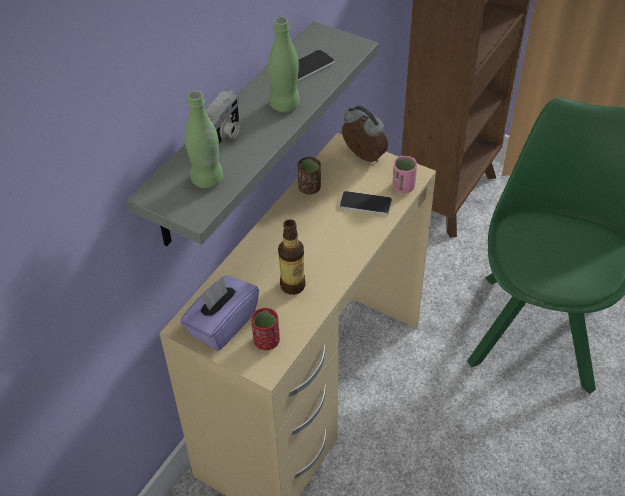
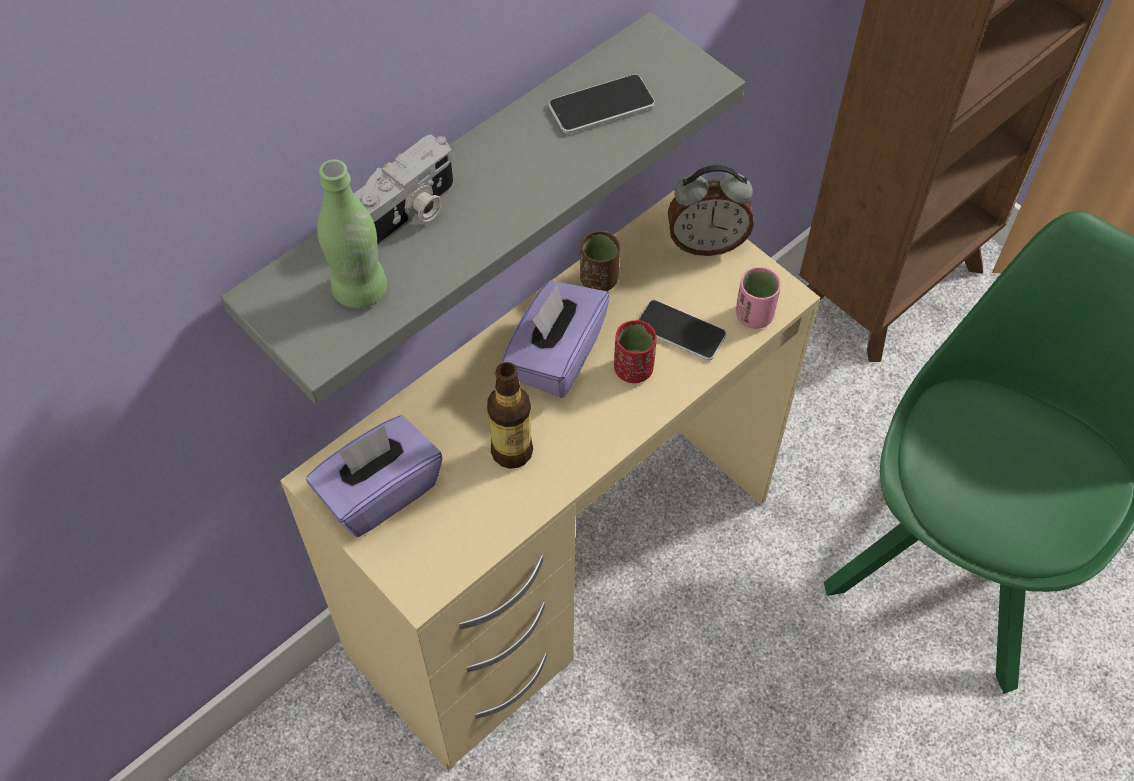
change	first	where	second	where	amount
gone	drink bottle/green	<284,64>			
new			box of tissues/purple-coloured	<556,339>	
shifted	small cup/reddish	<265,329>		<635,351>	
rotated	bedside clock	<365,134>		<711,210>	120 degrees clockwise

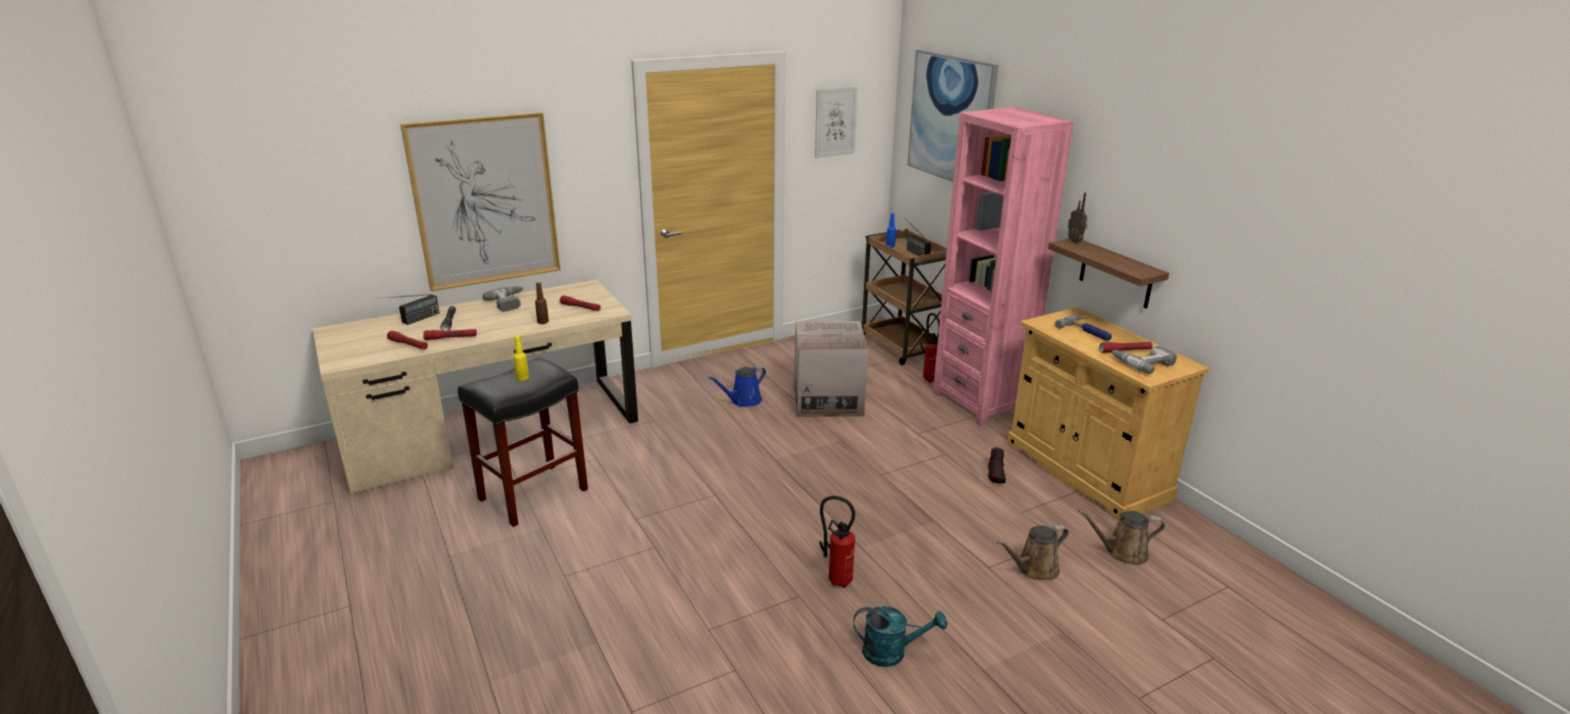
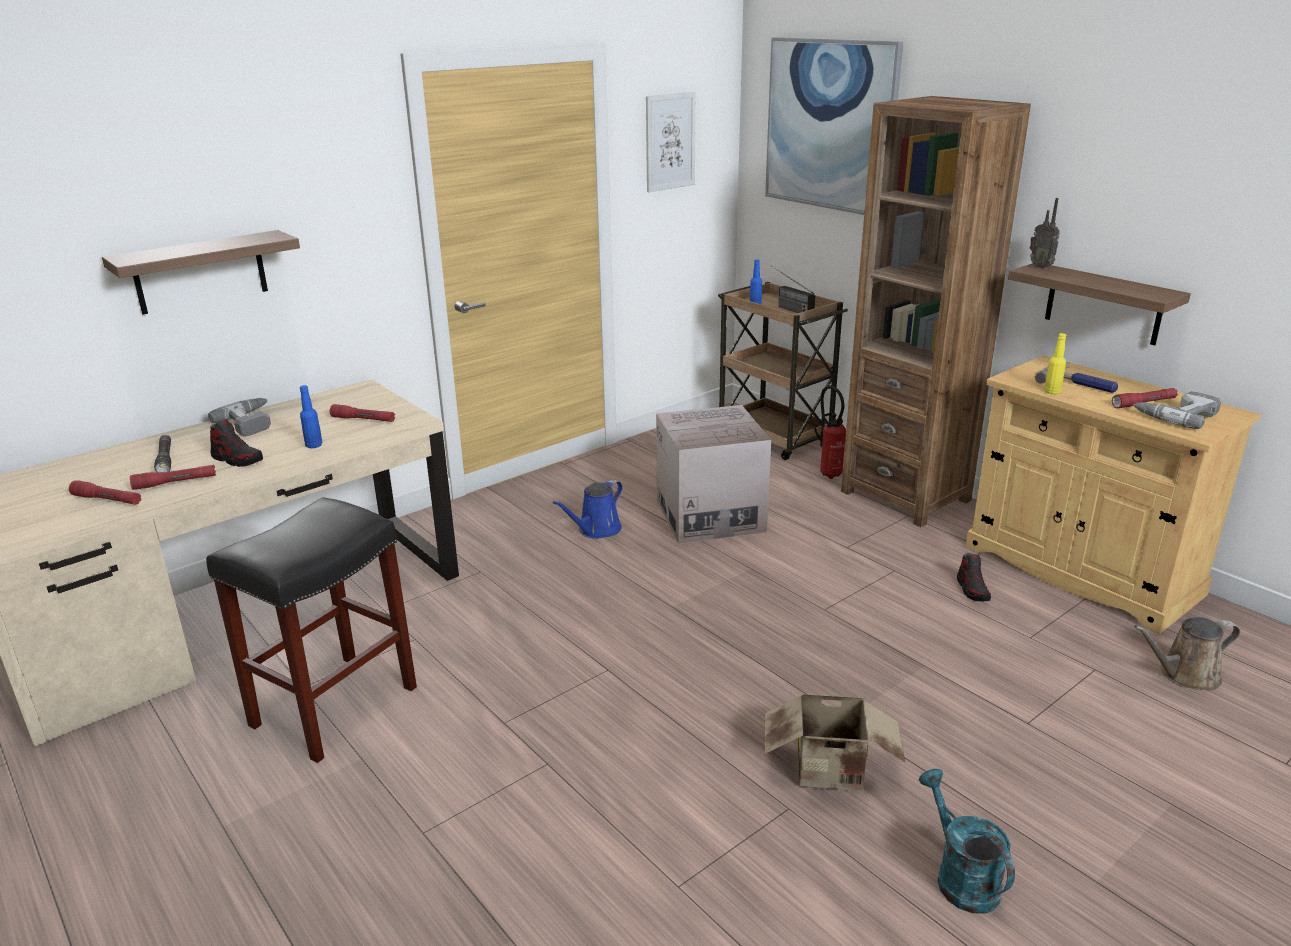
change	first	where	second	where	amount
gone	radio set	<412,309>			
gone	watering pot/brown	<1032,552>			
new			shoe	<236,443>	
shifted	drink bottle/yellow-coloured	<521,358>		<1055,363>	
swapped	wall picture	<480,201>	shelf	<201,272>	
swapped	fire extinguisher	<837,542>	packing box	<835,742>	
repainted	drink bottle/brown	<542,303>	drink bottle/blue	<311,416>	
repainted	bookshelf/pinkish	<1003,266>	bookshelf/brown	<936,311>	
rotated	watering pot/turquoise	<900,636>		<967,841>	105 degrees counterclockwise

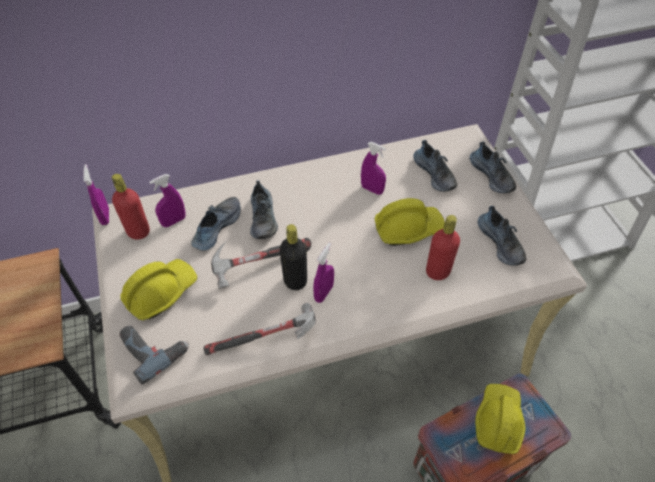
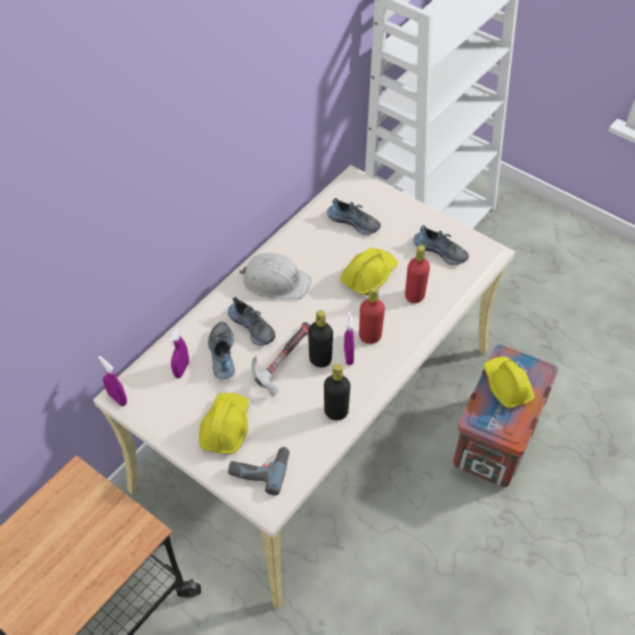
change	first	where	second	where	amount
gone	spray bottle/purple-coloured	<373,168>			
gone	shoe	<493,167>			
new			safety helmet/white	<275,276>	
shifted	drink bottle/reddish	<131,207>		<372,315>	
swapped	hand hammer	<259,329>	drink bottle/black-coloured	<337,392>	

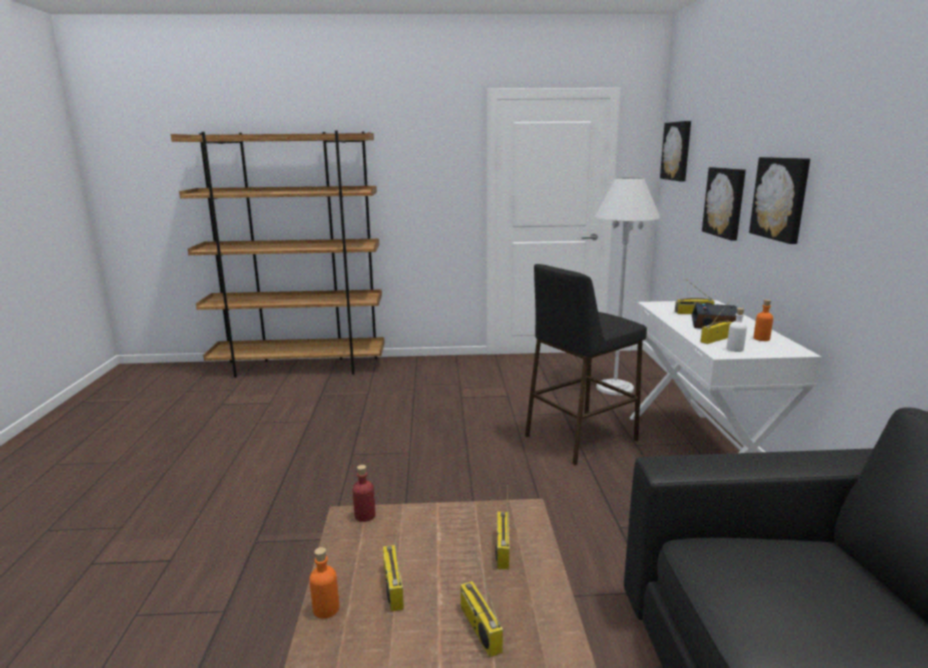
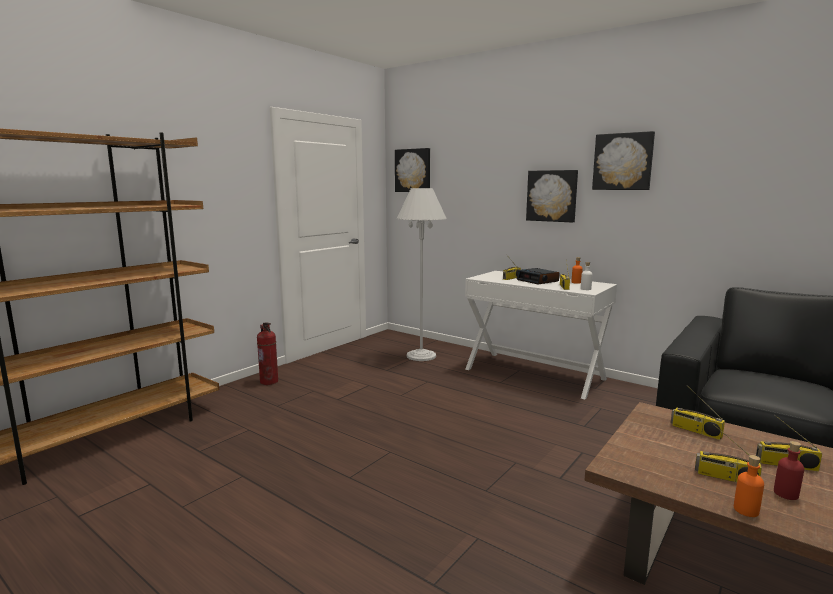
change	first	where	second	where	amount
gone	sitting stool/black-coloured	<586,364>			
new			fire extinguisher	<267,353>	
shifted	drink bottle/reddish	<364,493>		<789,470>	
shifted	wall picture	<724,203>		<623,160>	

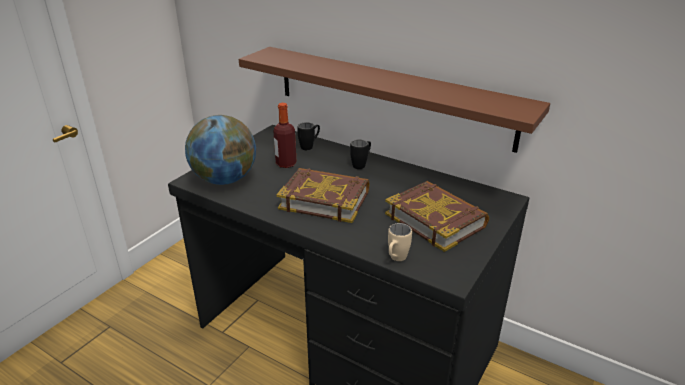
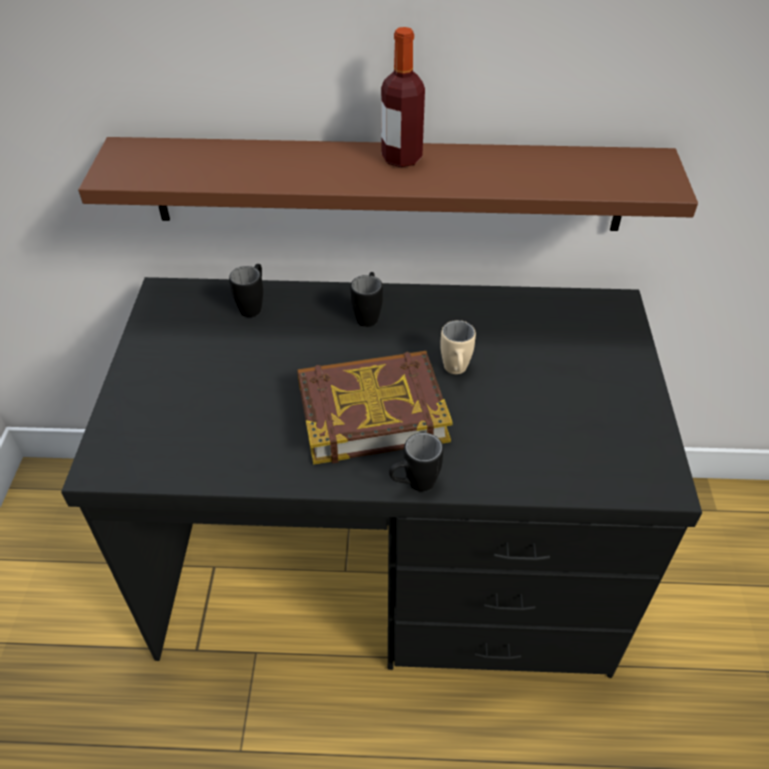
change	first	where	second	where	amount
gone	world globe	<220,150>			
gone	book	<437,216>			
new			mug/black-coloured	<416,462>	
shifted	drink bottle	<285,135>		<403,97>	
shifted	mug/sand-coloured	<400,242>		<458,347>	

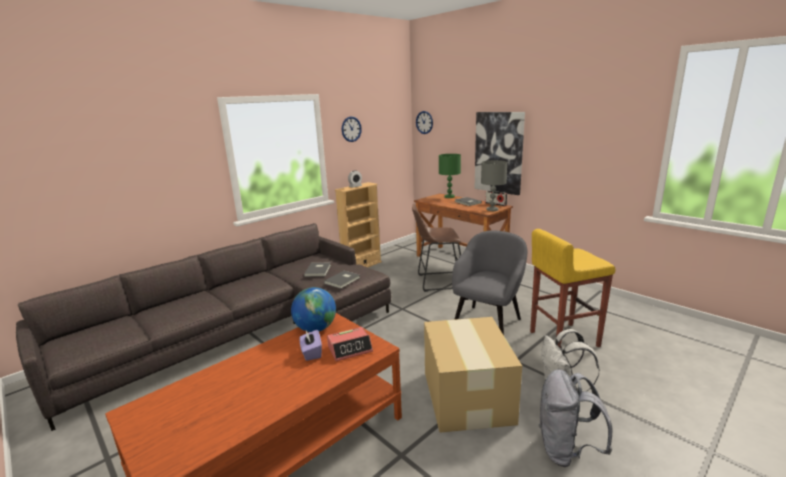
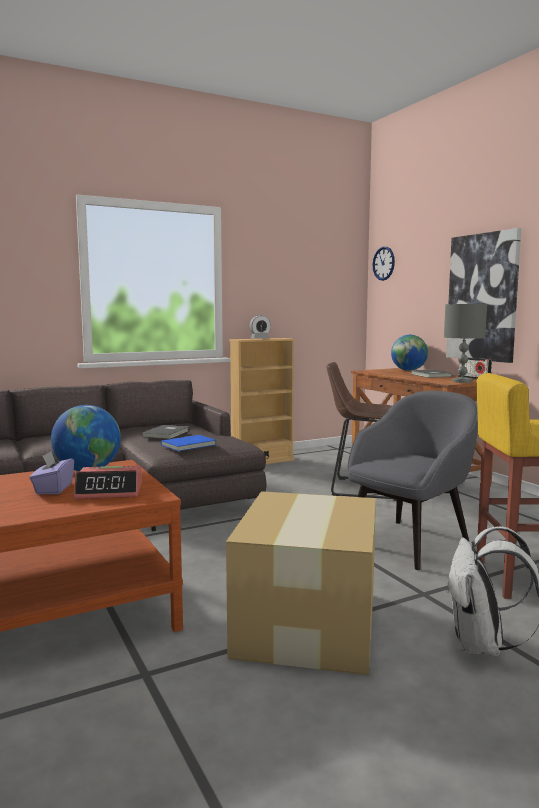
change	first	where	second	where	amount
gone	hanging clock	<352,129>			
gone	backpack/greyish	<575,418>			
swapped	lamp for a table/green	<450,176>	world globe	<409,353>	
repainted	book/greyish	<342,280>	book/blue	<189,443>	

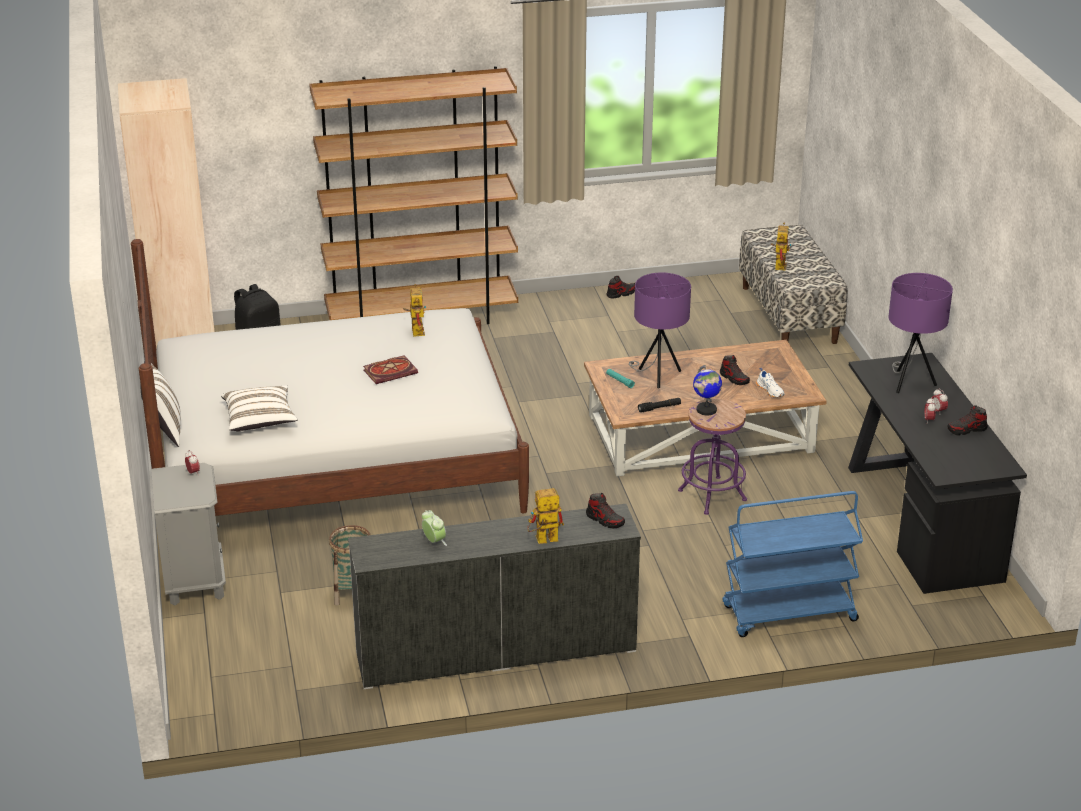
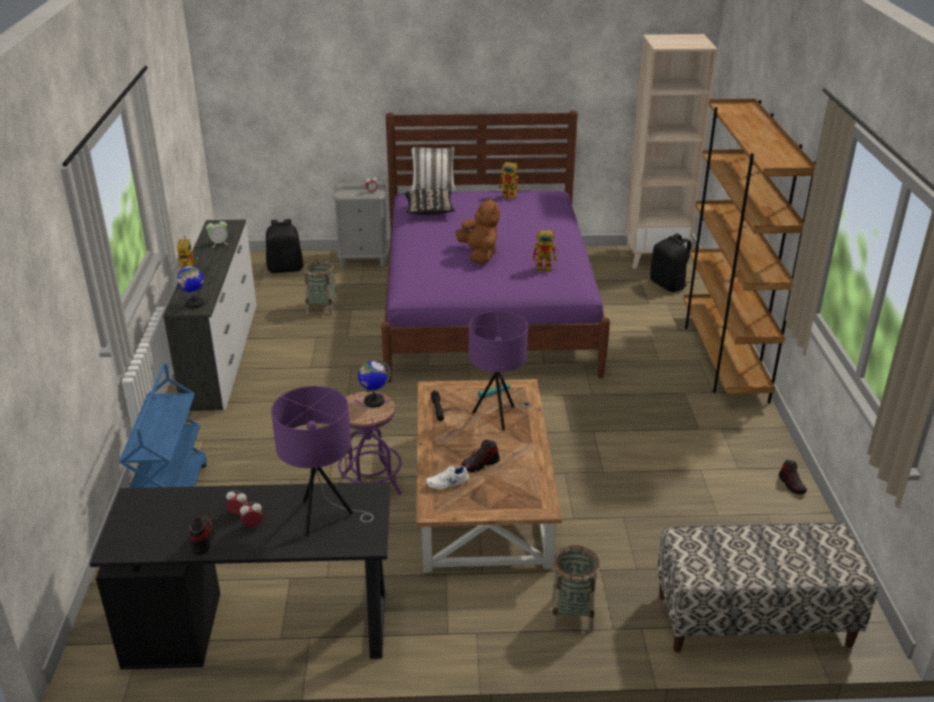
change	first	where	second	where	amount
new			backpack/black-coloured	<284,246>	
new			household basket	<575,588>	
shifted	toy robot	<781,247>		<511,181>	
swapped	book	<390,369>	soft toy/brown	<478,230>	
swapped	shoe	<605,510>	world globe	<190,285>	
repainted	bedroom bed/white	<330,377>	bedroom bed/purple-coloured	<495,246>	
repainted	throw pillow/white	<259,408>	throw pillow/black-coloured	<430,201>	

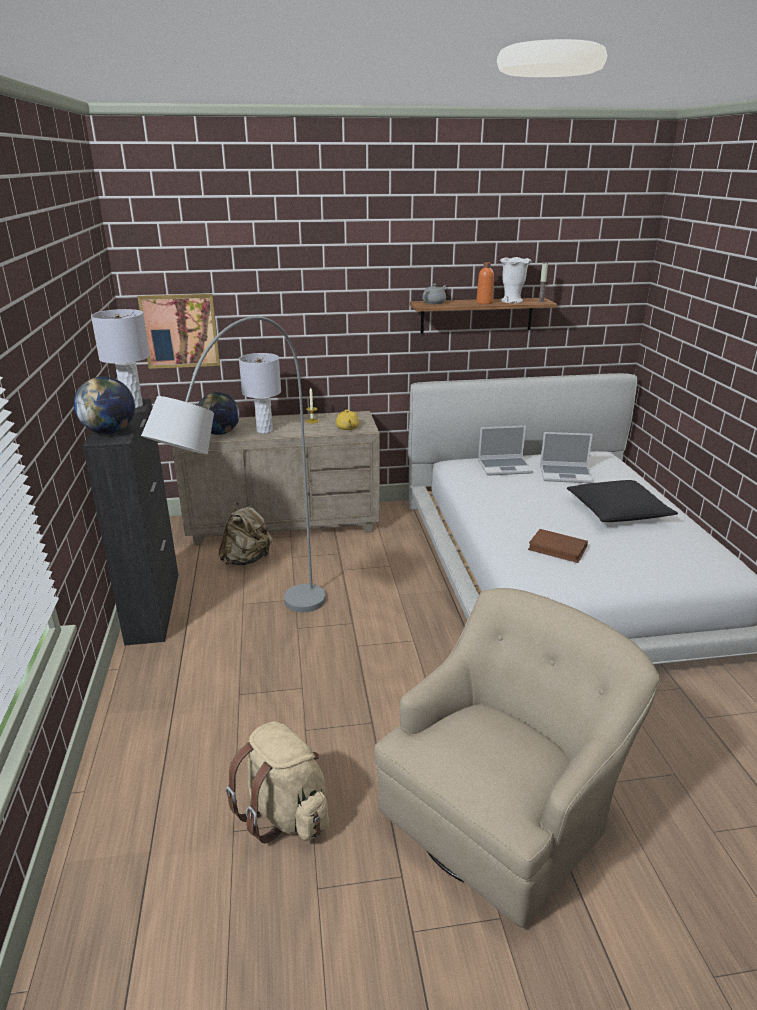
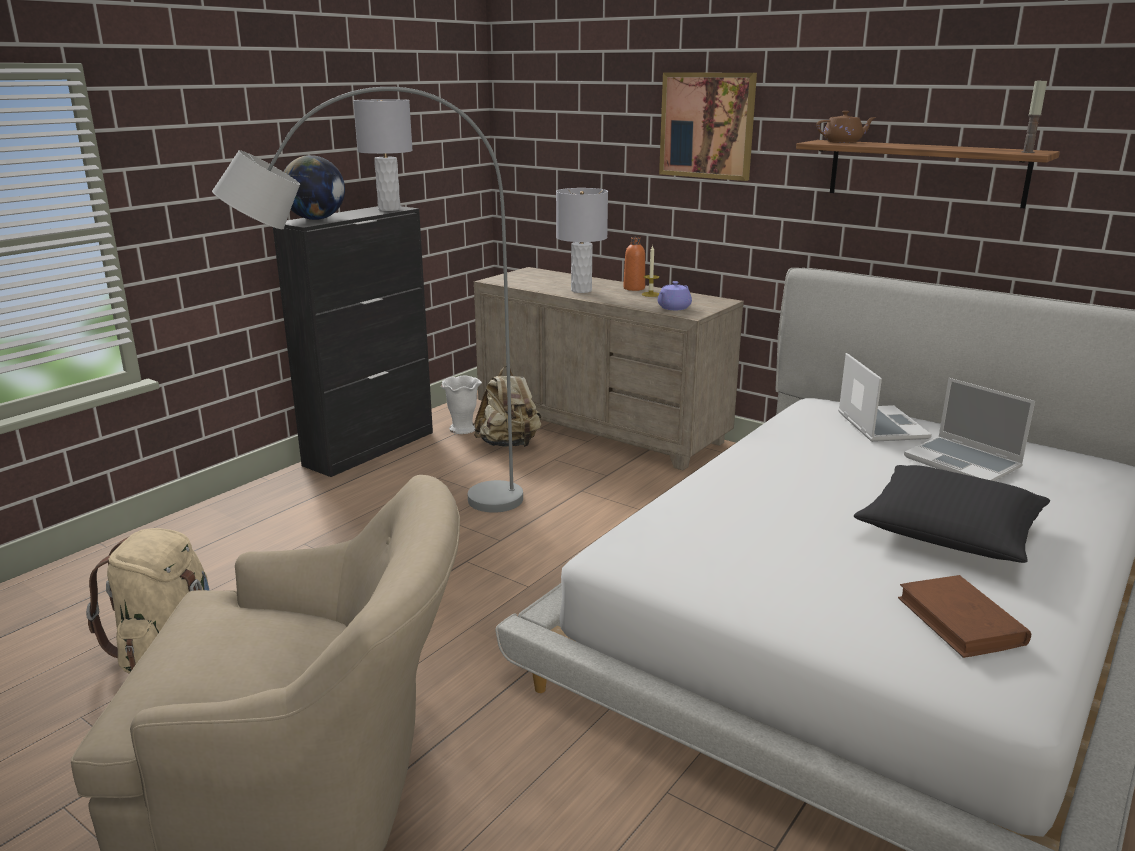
change	first	where	second	where	amount
gone	world globe	<219,413>			
shifted	wall picture	<179,331>		<708,126>	
shifted	drink bottle/orange	<485,283>		<634,264>	
shifted	vase/white	<516,280>		<461,404>	
shifted	book/brown	<558,546>		<964,616>	
repainted	teapot/yellow-coloured	<347,420>	teapot/purple-coloured	<675,295>	
repainted	teapot/greyish	<434,294>	teapot/brown	<846,127>	
rotated	notebook computer	<505,451>		<885,397>	135 degrees counterclockwise

